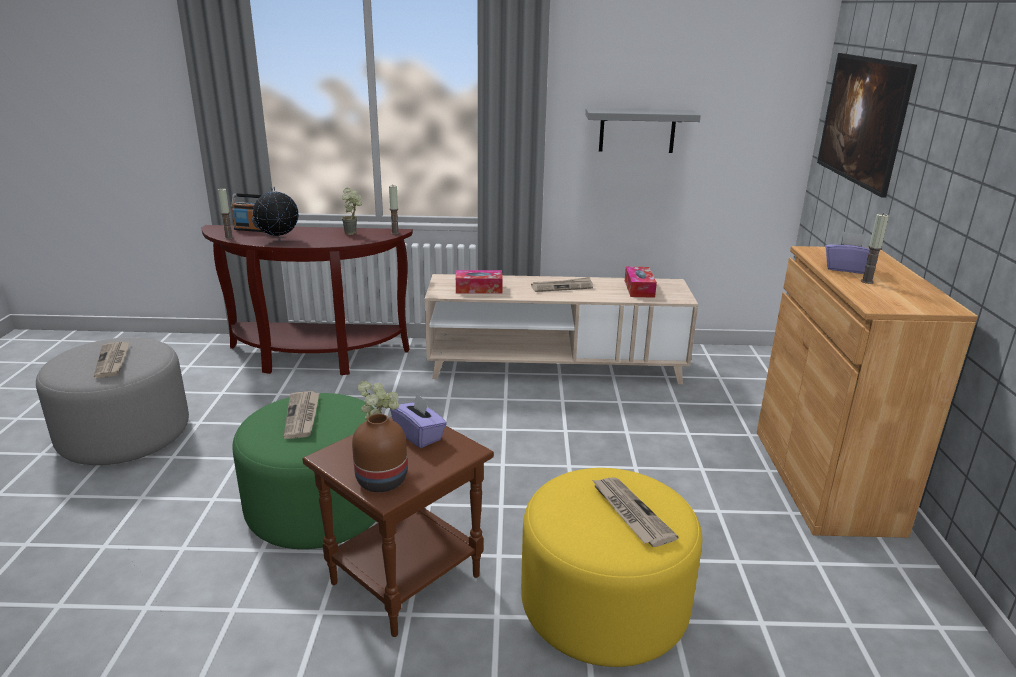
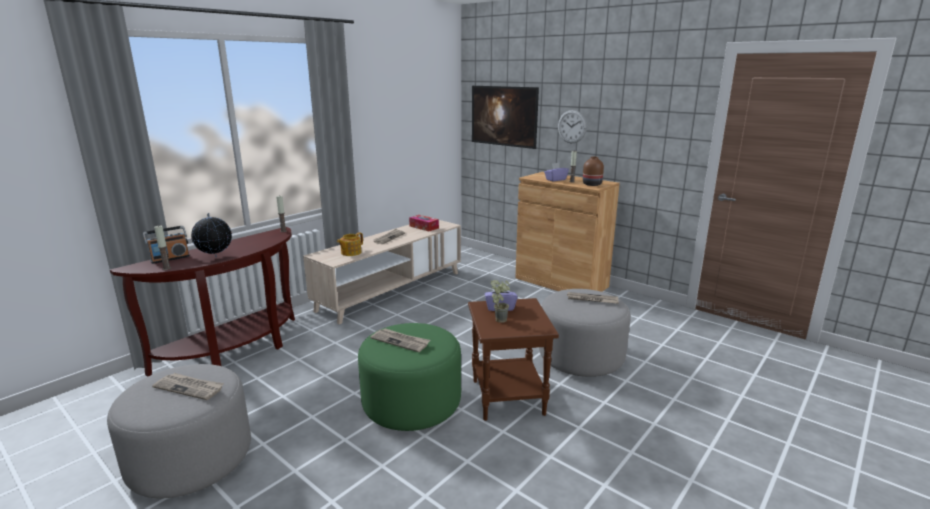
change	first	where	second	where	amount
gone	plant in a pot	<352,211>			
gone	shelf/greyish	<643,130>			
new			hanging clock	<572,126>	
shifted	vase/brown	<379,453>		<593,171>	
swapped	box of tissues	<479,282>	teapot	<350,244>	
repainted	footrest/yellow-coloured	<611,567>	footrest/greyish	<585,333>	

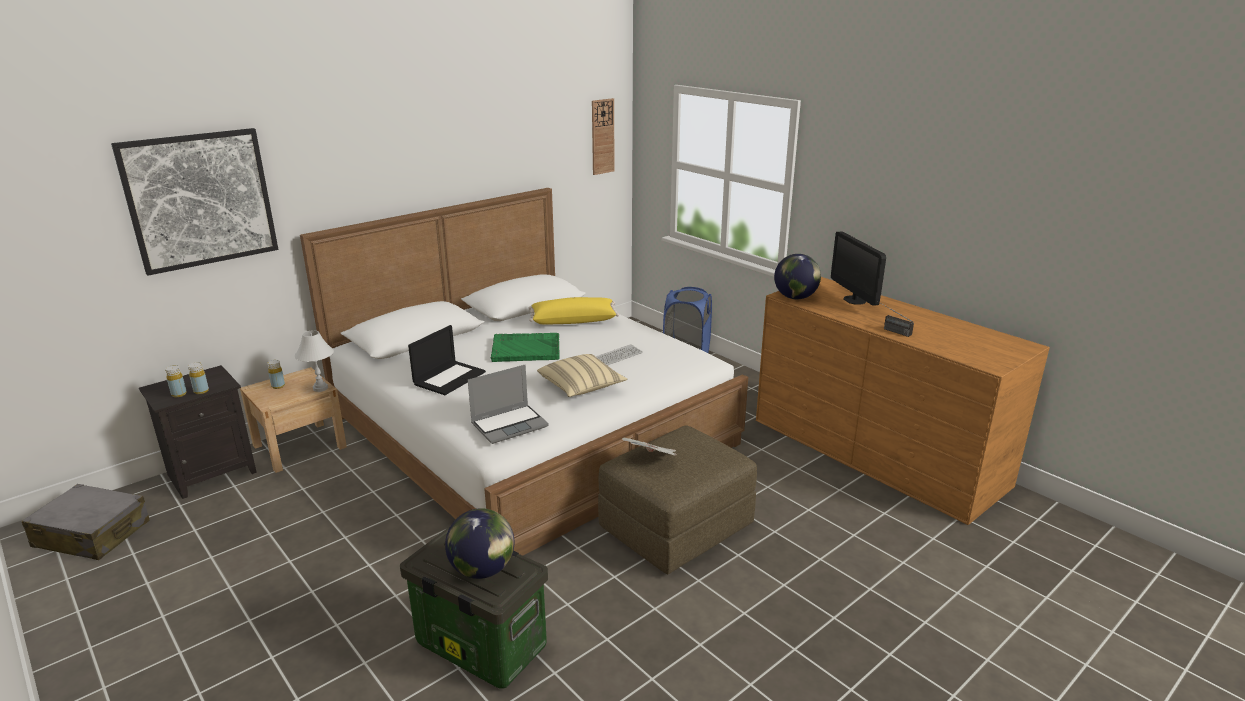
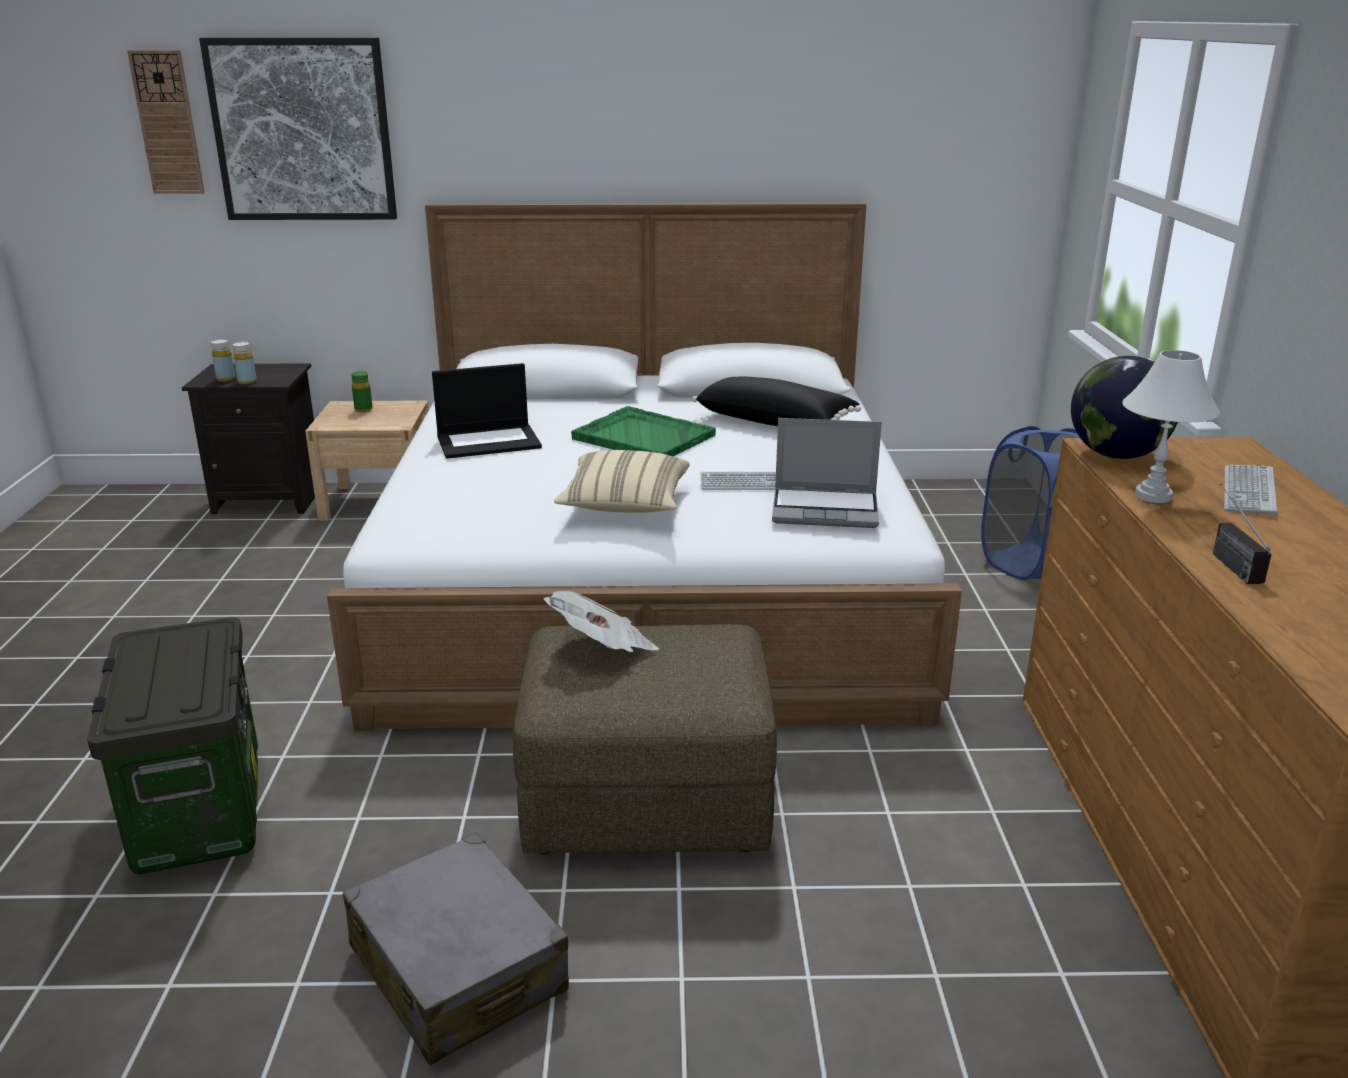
change	first	where	second	where	amount
gone	world globe	<479,543>			
shifted	travel case/greyish	<86,522>		<456,949>	
shifted	lamp for a table/white	<314,361>		<1171,426>	
shifted	notebook computer	<508,404>		<827,473>	
shifted	hanging clock	<603,136>		<166,122>	
swapped	computer display	<858,268>	PC keyboard	<1250,490>	
repainted	drink bottle/yellow-coloured	<276,374>	drink bottle/green	<362,391>	
repainted	throw pillow/yellow-coloured	<574,310>	throw pillow/black-coloured	<776,401>	

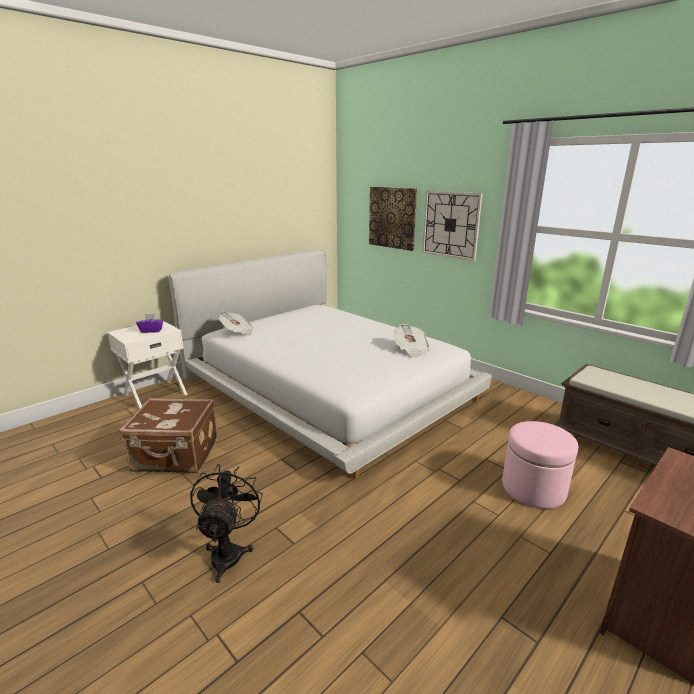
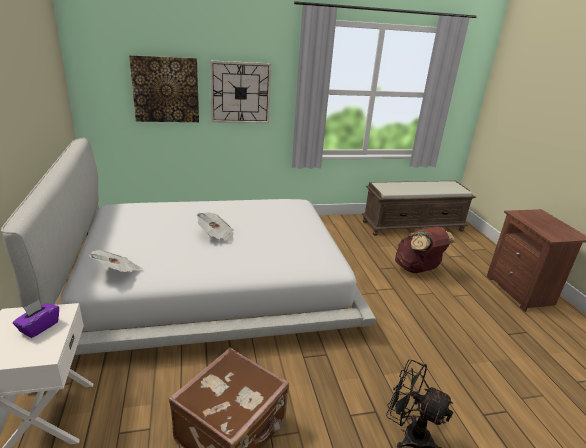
change	first	where	second	where	amount
shifted	daily paper	<411,341>		<215,227>	
swapped	footrest/pinkish	<540,465>	backpack/brown	<425,250>	

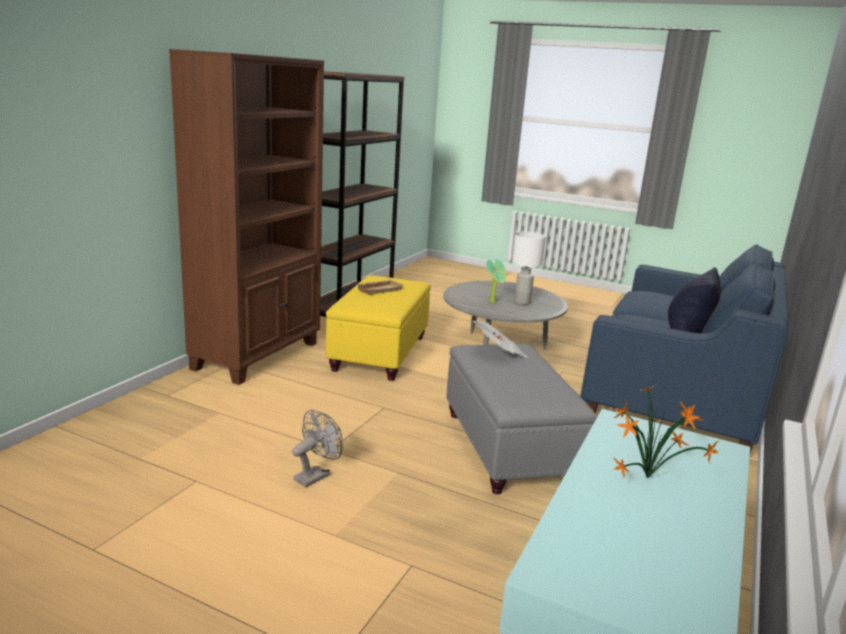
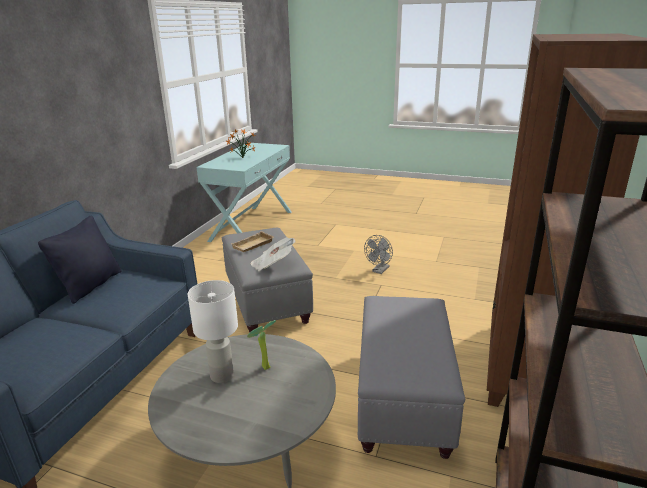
change	first	where	second	where	amount
shifted	serving tray/sand-coloured	<379,287>		<252,241>	
repainted	footrest/yellow-coloured	<378,328>	footrest/greyish	<411,377>	

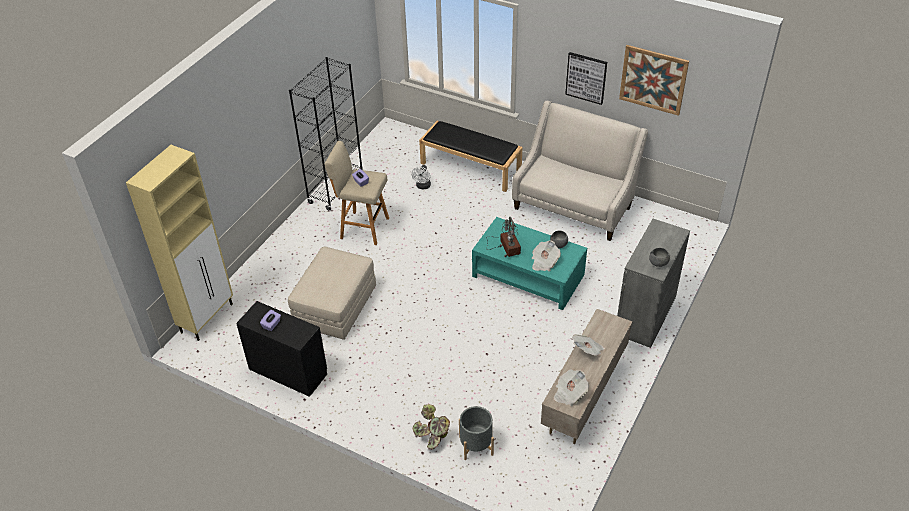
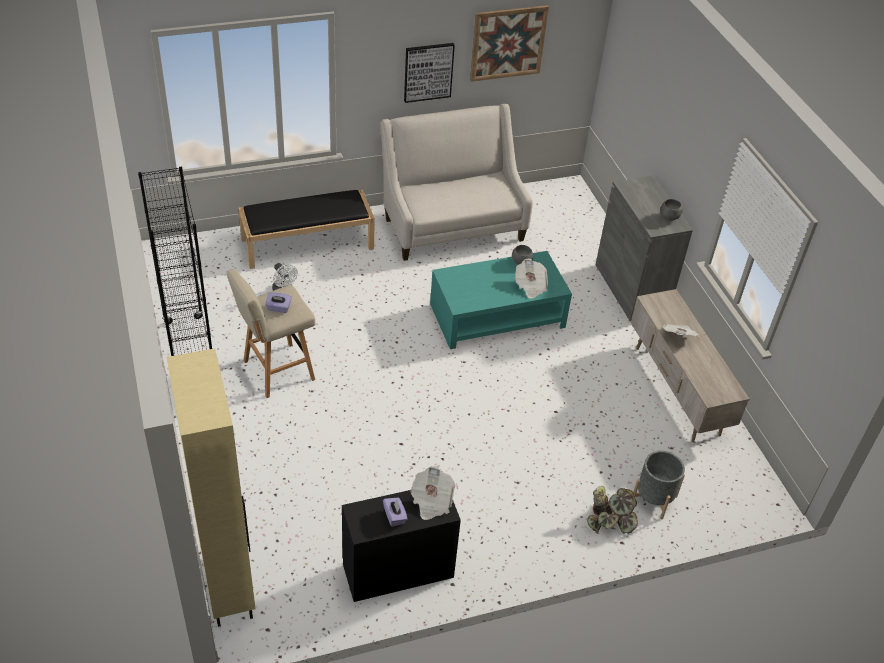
change	first	where	second	where	amount
gone	footrest/sand-coloured	<332,293>			
gone	lamp for a table	<503,237>			
shifted	daily paper	<571,387>		<432,493>	

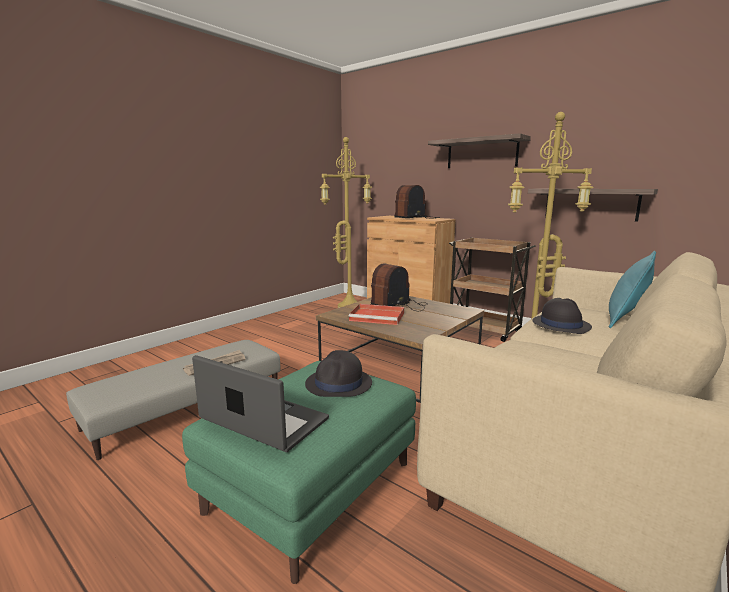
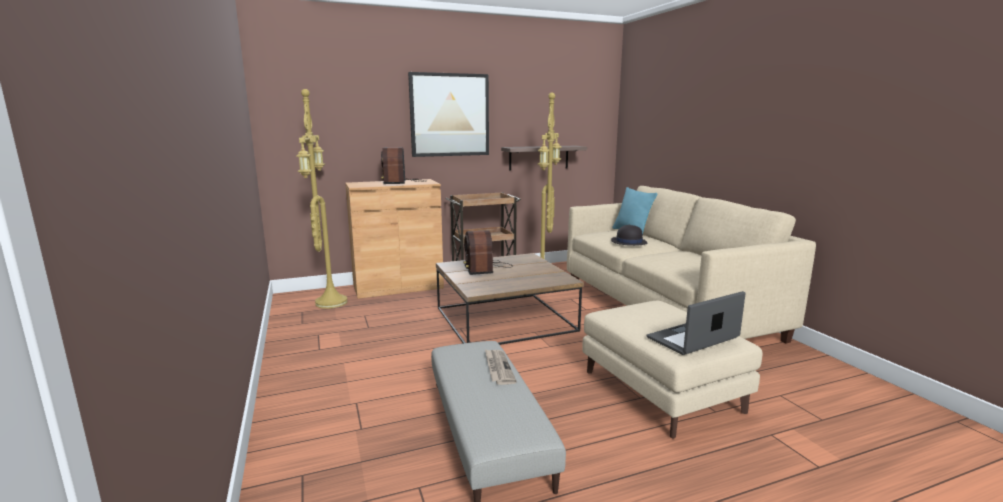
change	first	where	second	where	amount
gone	clothing hat/black-coloured	<338,373>			
gone	serving tray/reddish	<376,314>			
swapped	shelf	<479,150>	wall picture	<448,114>	
repainted	footrest/green	<299,472>	footrest/sand-coloured	<672,369>	

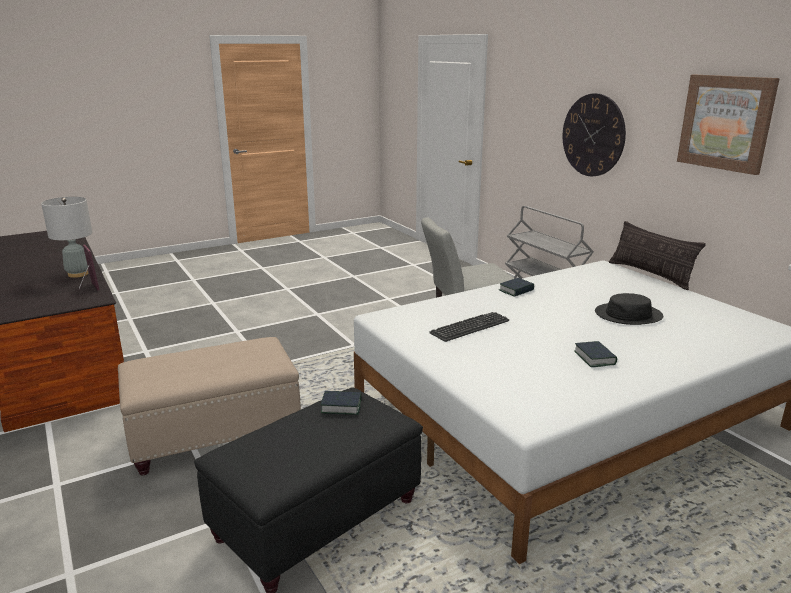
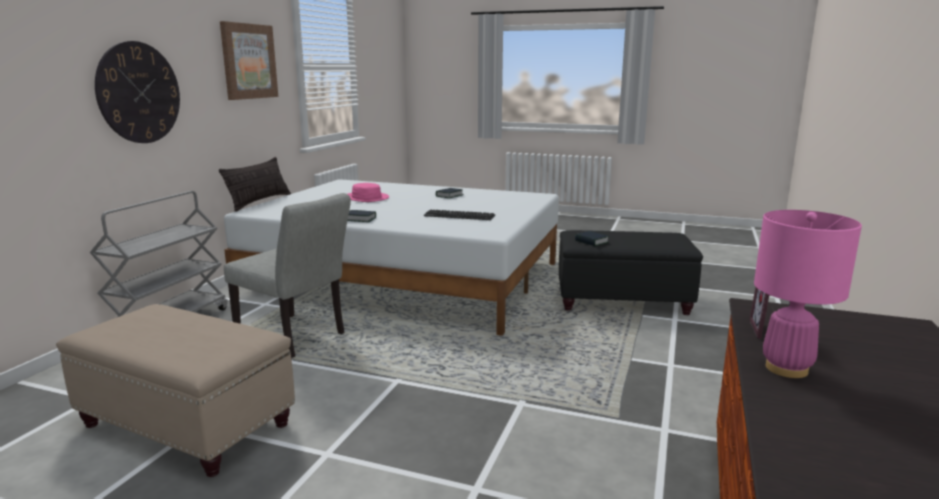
change	first	where	second	where	amount
shifted	footrest/sand-coloured	<209,406>		<175,390>	
repainted	lamp for a table/greyish	<66,237>	lamp for a table/pinkish	<808,294>	
repainted	clothing hat/black-coloured	<629,309>	clothing hat/pinkish	<368,192>	

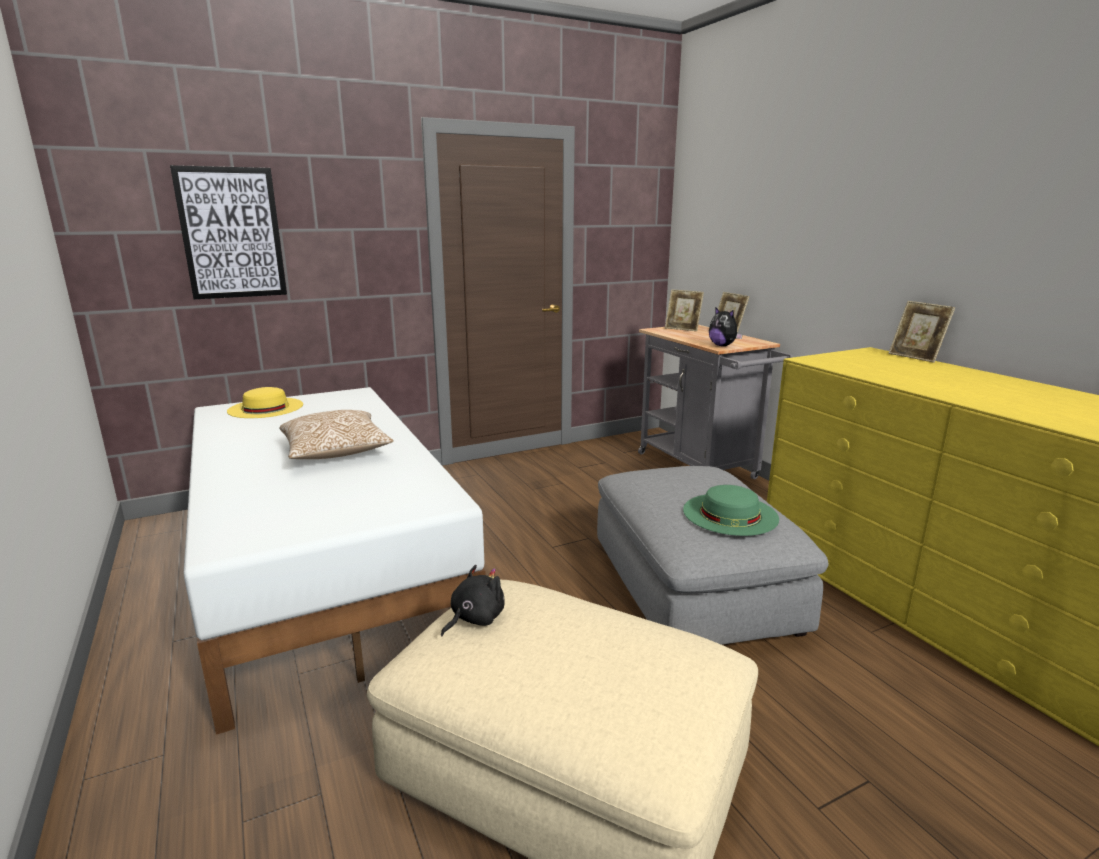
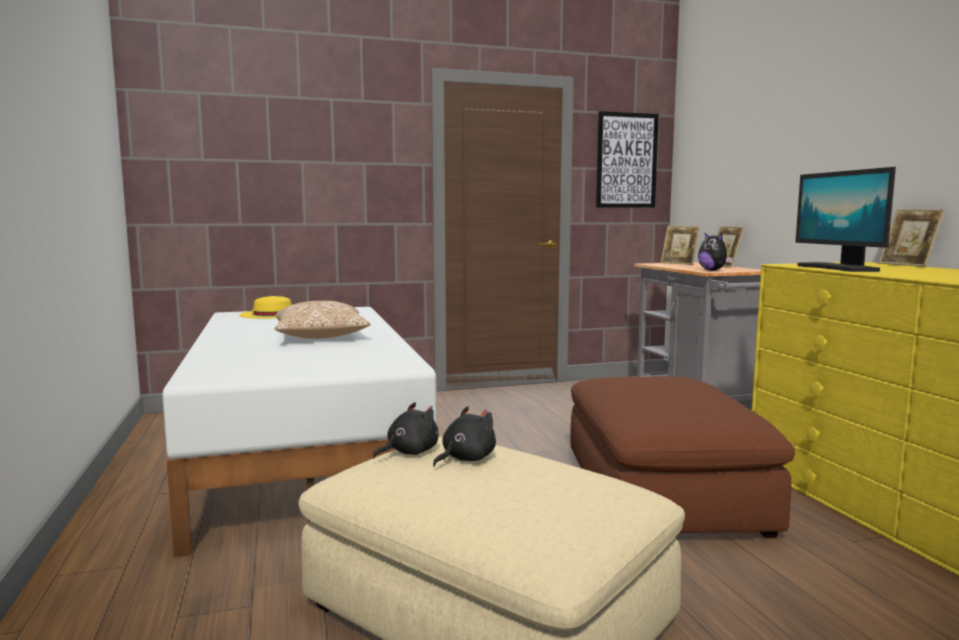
change	first	where	second	where	amount
gone	clothing hat/green	<731,510>			
new			soft toy/black-coloured	<464,436>	
new			computer display	<845,219>	
shifted	wall picture	<228,232>		<627,159>	
repainted	footrest/greyish	<713,555>	footrest/brown	<682,457>	

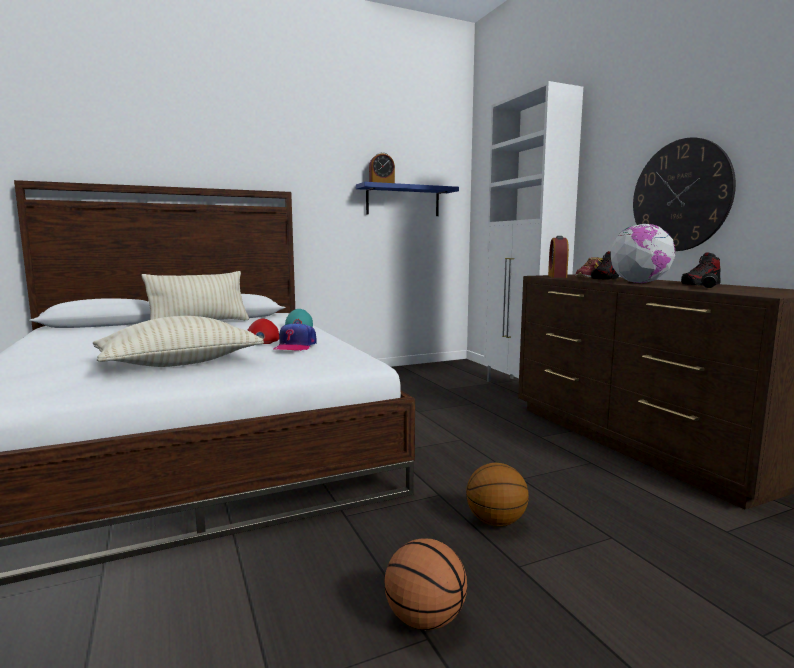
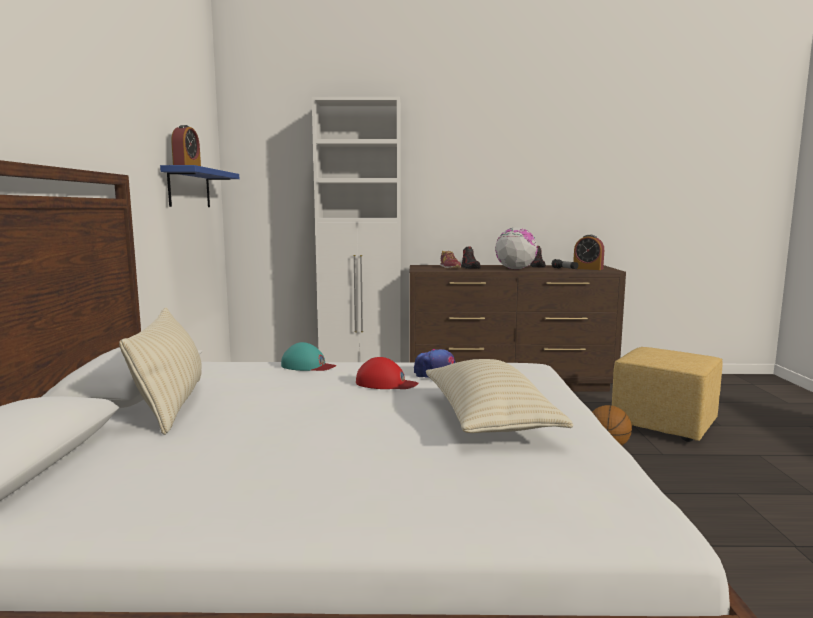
change	first	where	second	where	amount
gone	ball for basketball	<425,584>			
gone	hanging clock	<684,194>			
new			footrest/yellow-coloured	<667,394>	
shifted	bedside clock	<558,257>		<588,252>	

